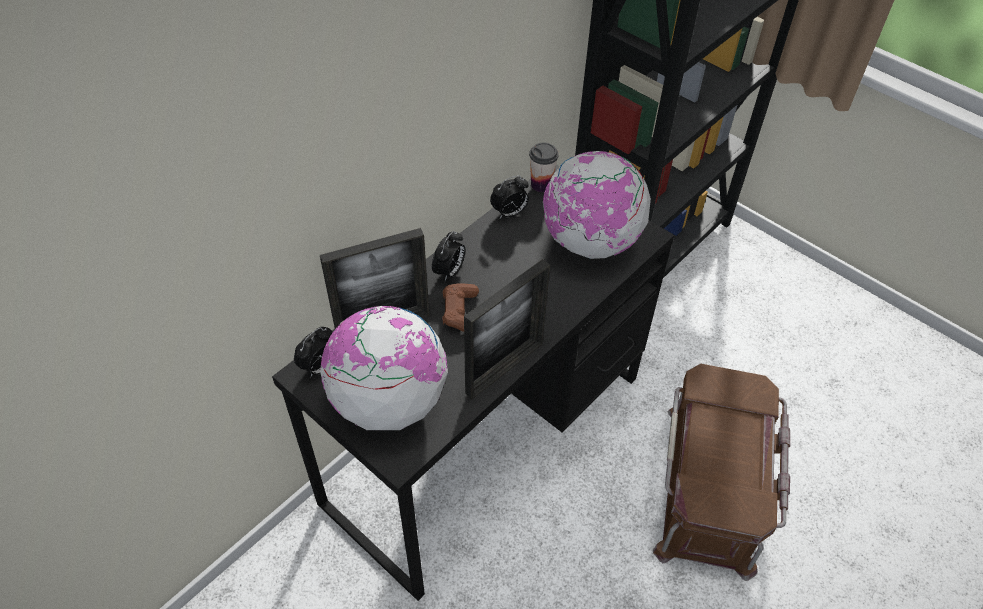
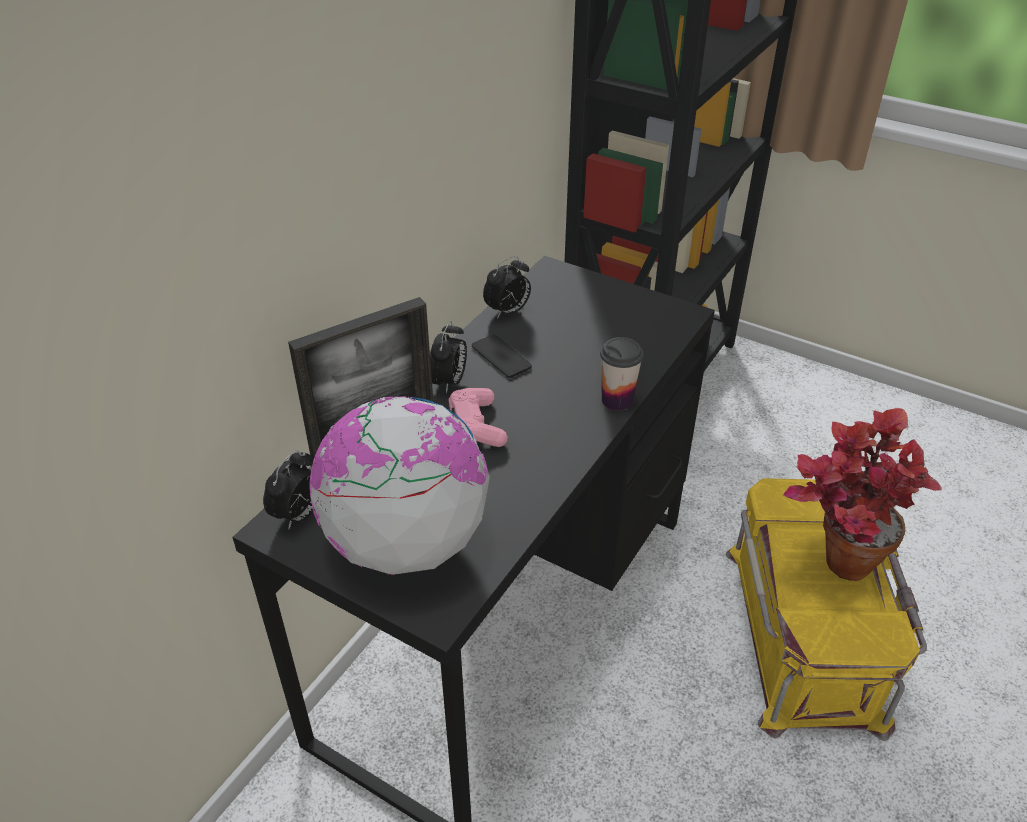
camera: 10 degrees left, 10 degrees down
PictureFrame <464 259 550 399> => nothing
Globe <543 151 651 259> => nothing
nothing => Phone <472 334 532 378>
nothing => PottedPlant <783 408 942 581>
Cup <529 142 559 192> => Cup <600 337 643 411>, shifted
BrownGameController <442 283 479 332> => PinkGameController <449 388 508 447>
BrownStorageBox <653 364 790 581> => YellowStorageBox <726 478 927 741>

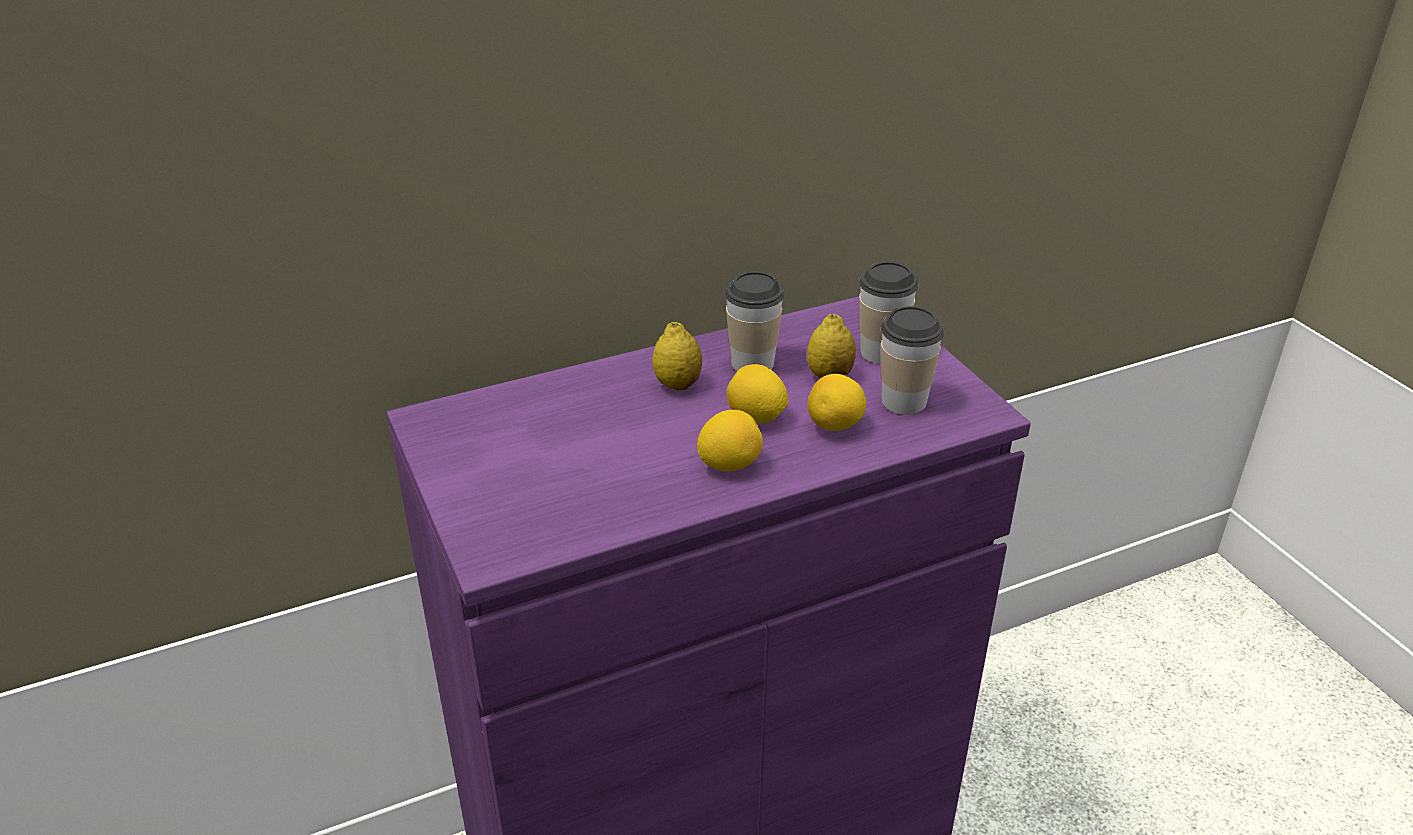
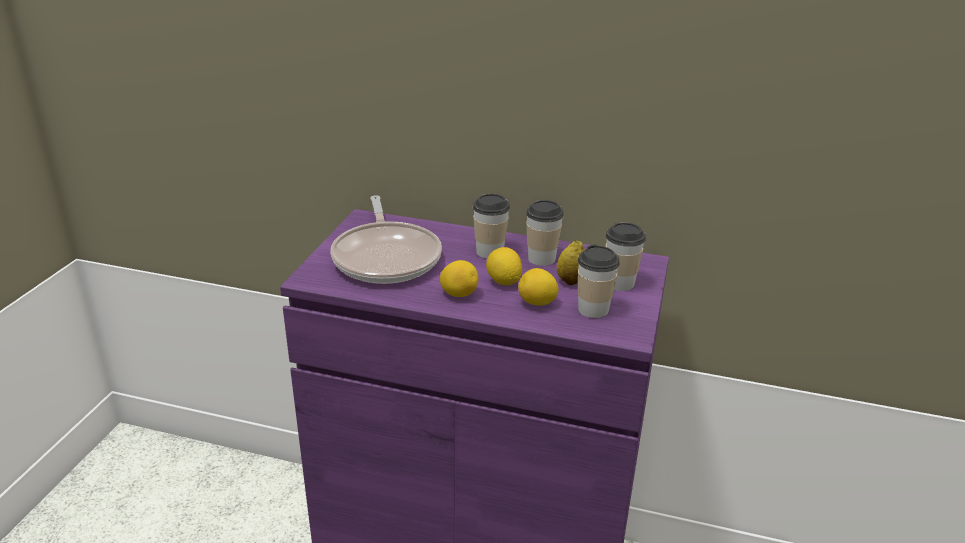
camera: 40 degrees right, 5 degrees down
nothing => FryingPan <330 195 442 284>
Lemon <652 322 702 390> => Cup <473 194 510 258>

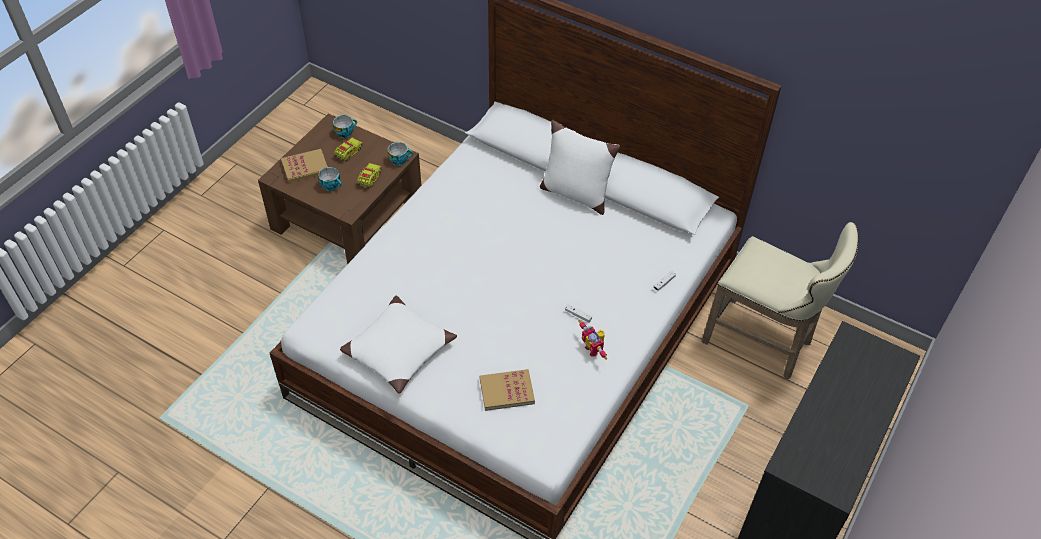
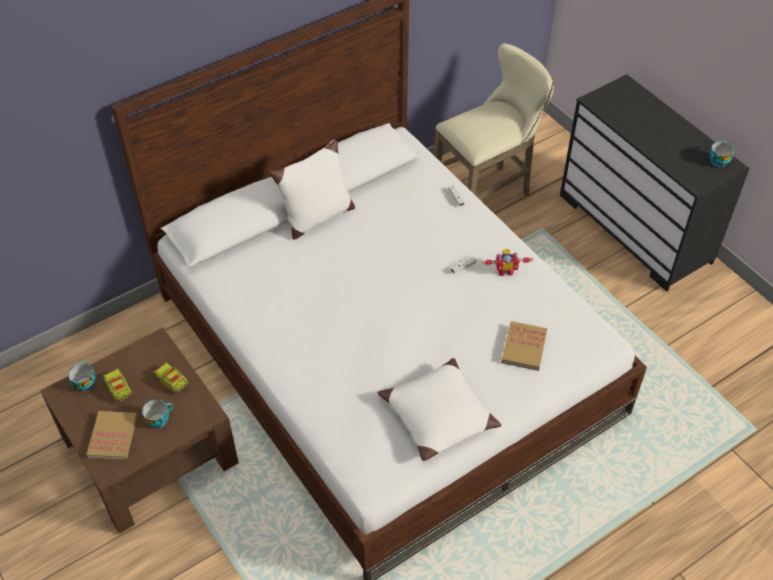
camera: 65 degrees left, 0 degrees up
Cup <388 142 413 166> => Cup <709 141 734 167>, shifted

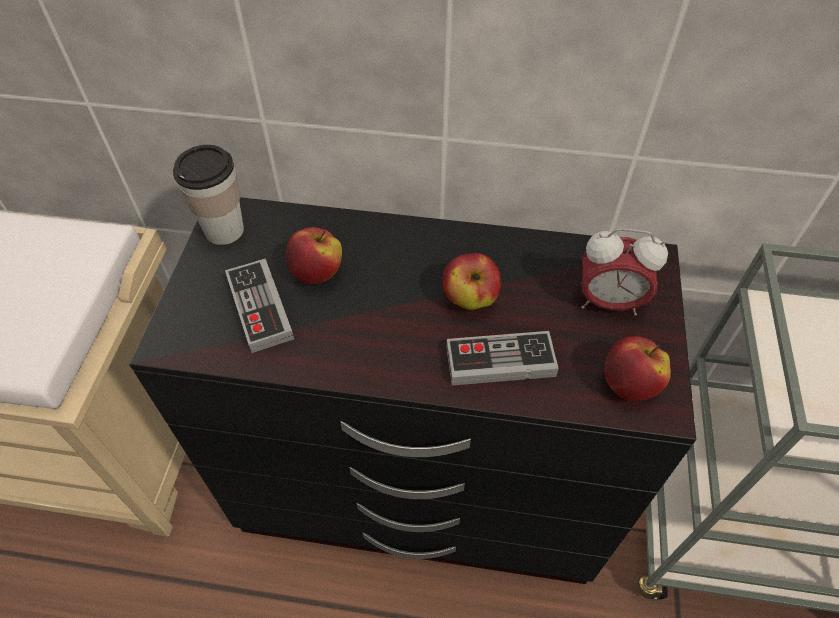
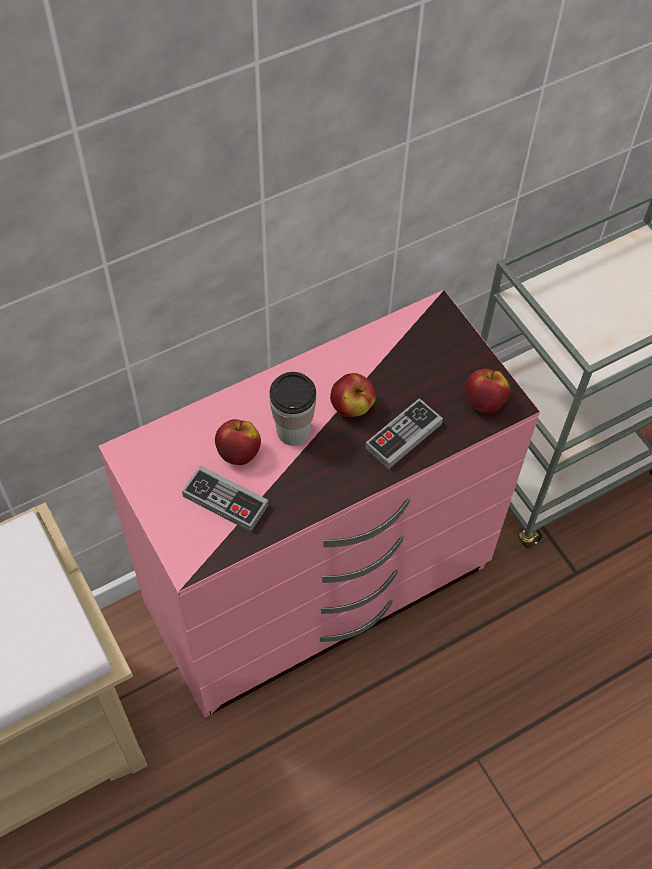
camera: 40 degrees left, 5 degrees up
AlarmClock <581 228 668 315> => nothing
Cup <173 145 244 245> => Cup <270 372 316 446>, shifted
BlackDresser <129 197 696 584> => PinkDresser <99 290 540 718>

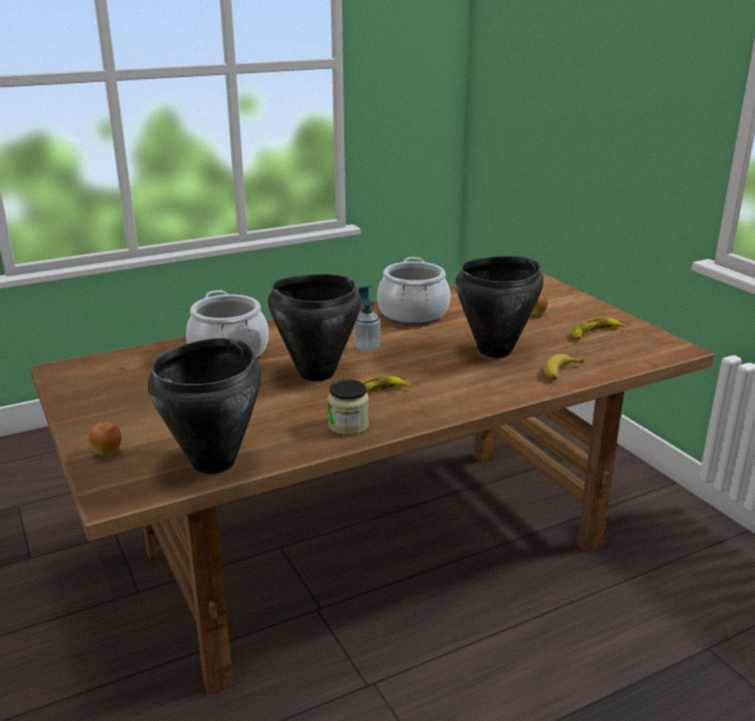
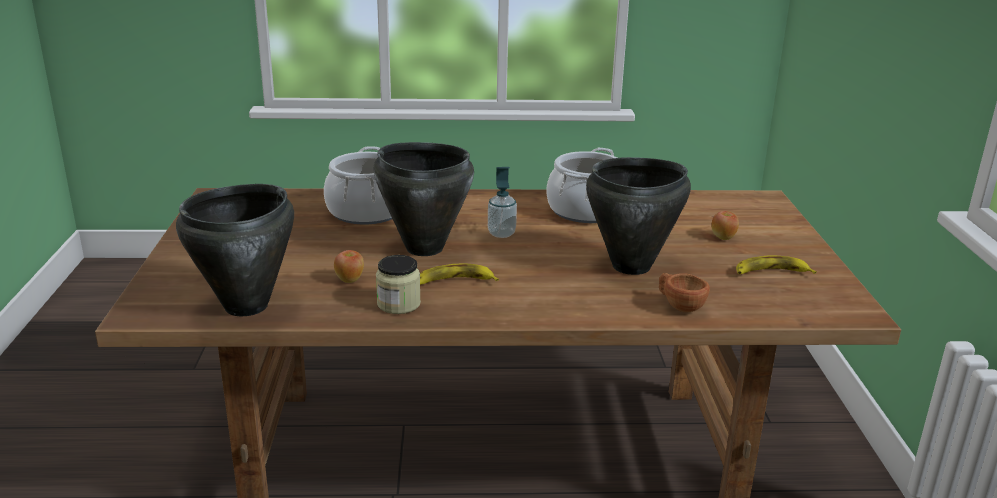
camera: 25 degrees right, 0 degrees up
Apple <89 422 121 456> => Apple <334 250 364 283>, shifted
Banana <544 354 584 380> => BrownCup <659 273 710 312>

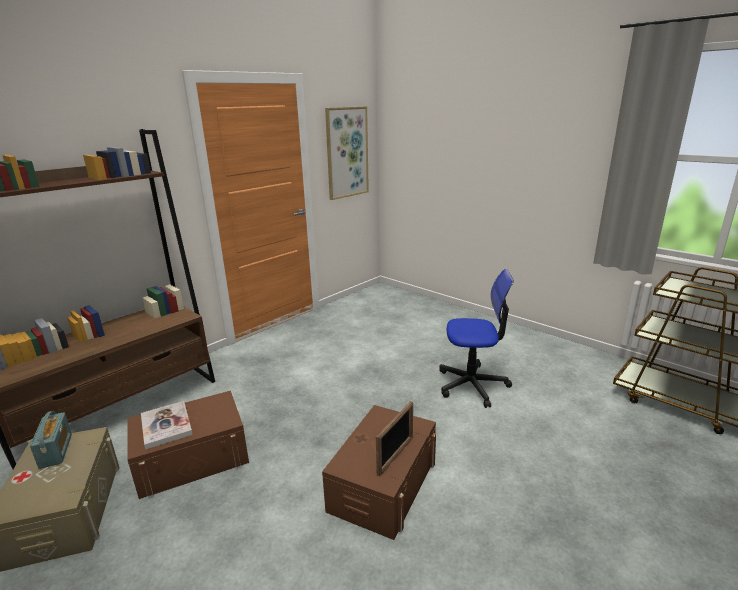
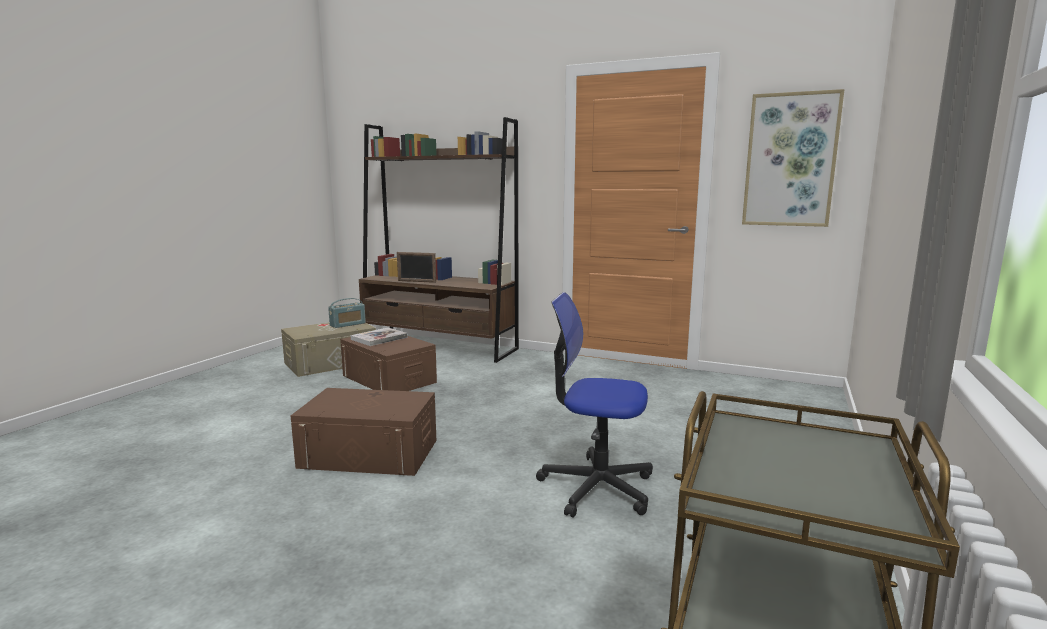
camera: 70 degrees right, 10 degrees down
PictureFrame <376 401 413 476> => PictureFrame <397 252 436 283>, shifted
OfficeChair <439 269 514 408> => OfficeChair <536 292 653 518>, 120 degrees clockwise

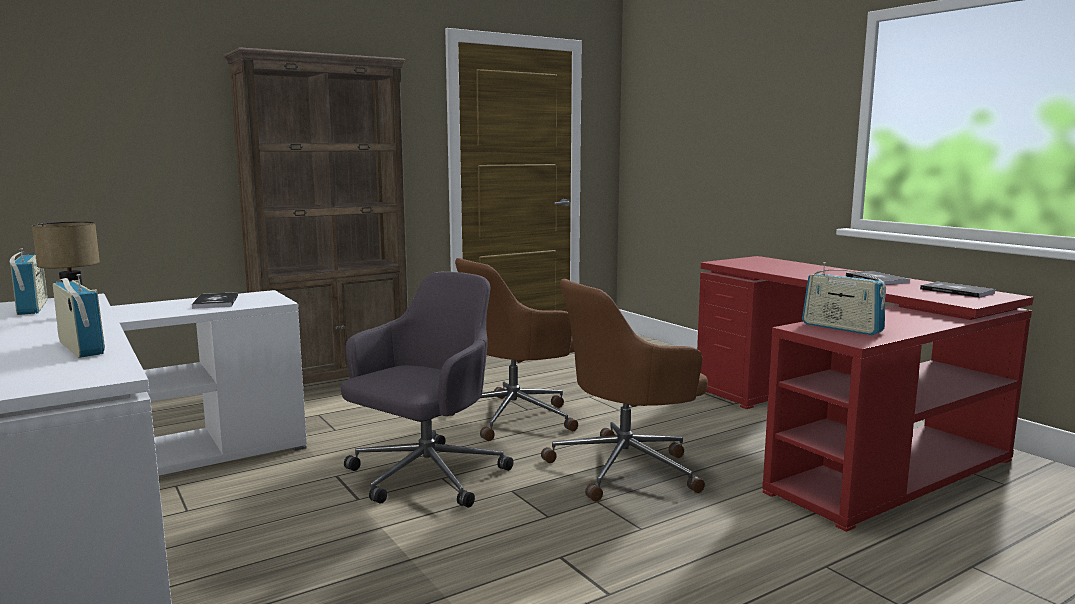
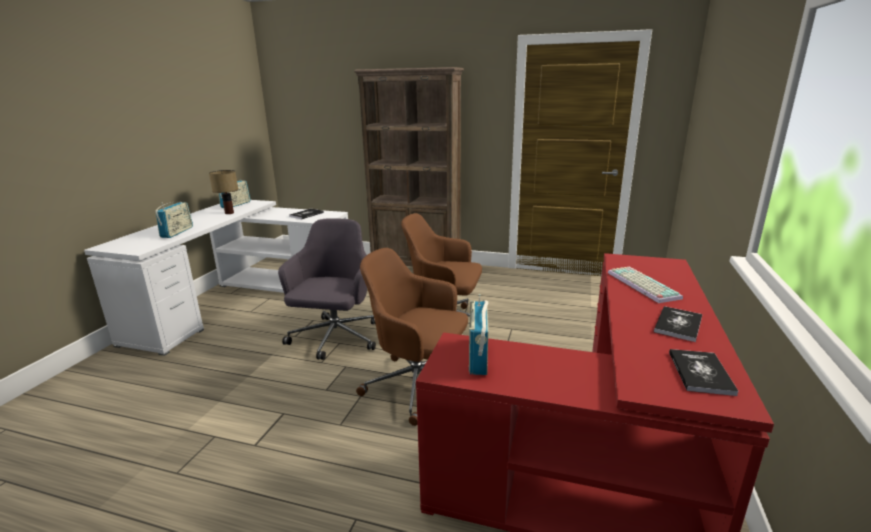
camera: 50 degrees right, 10 degrees up
nothing => Keyboard <608 266 683 303>
GreyOfficeChair <341 272 513 508> => GreyOfficeChair <278 218 376 360>, 75 degrees counterclockwise

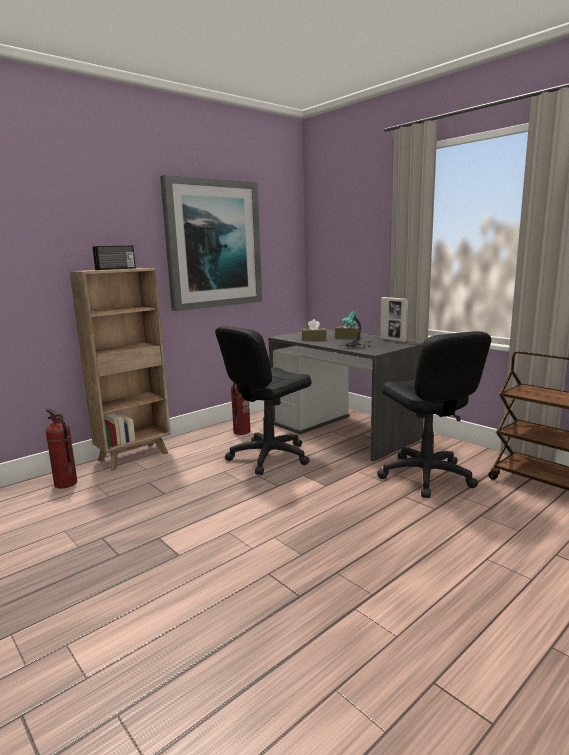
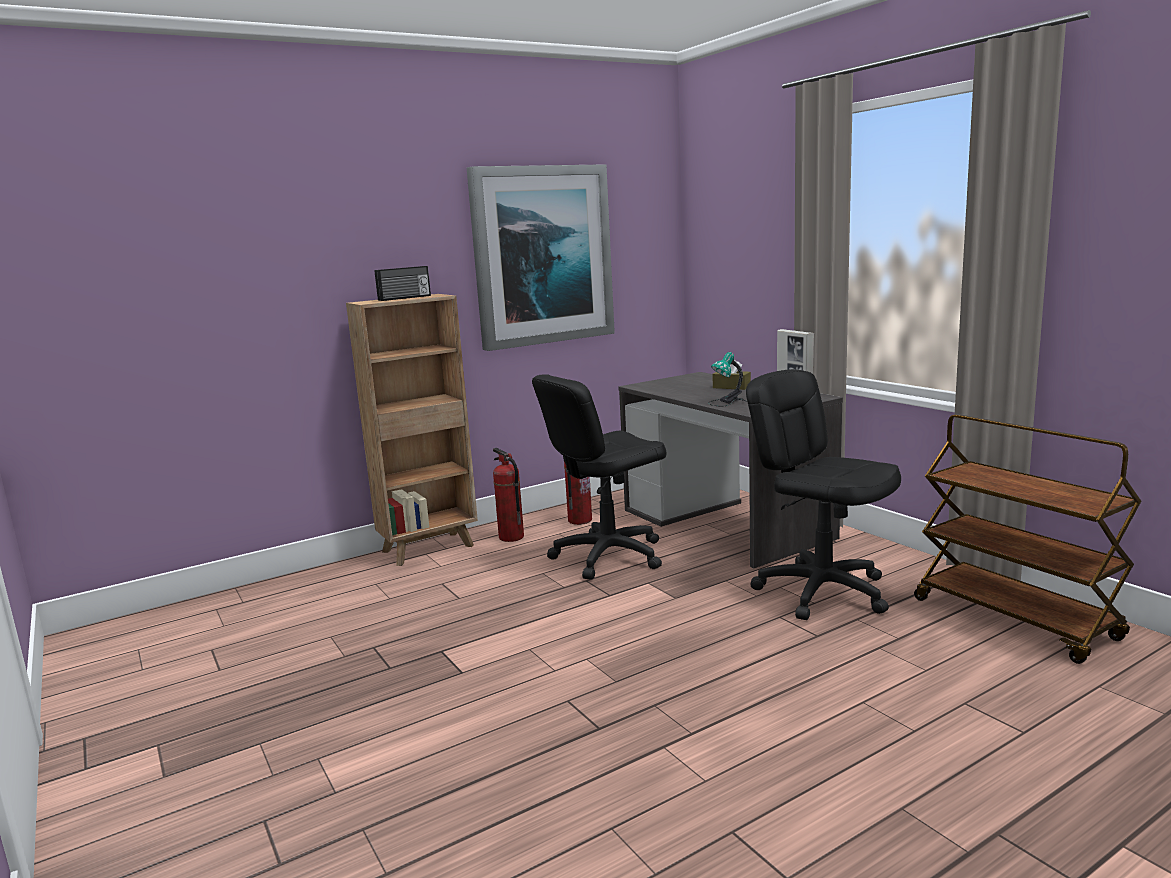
camera: 10 degrees right, 0 degrees up
BrownTissueBox <302 319 327 341> => nothing
FireExtinguisher <46 408 77 489> => FireExtinguisher <493 448 524 542>, shifted
BlackOfficeChair <377 331 491 498> => BlackOfficeChair <746 369 901 620>, 150 degrees clockwise

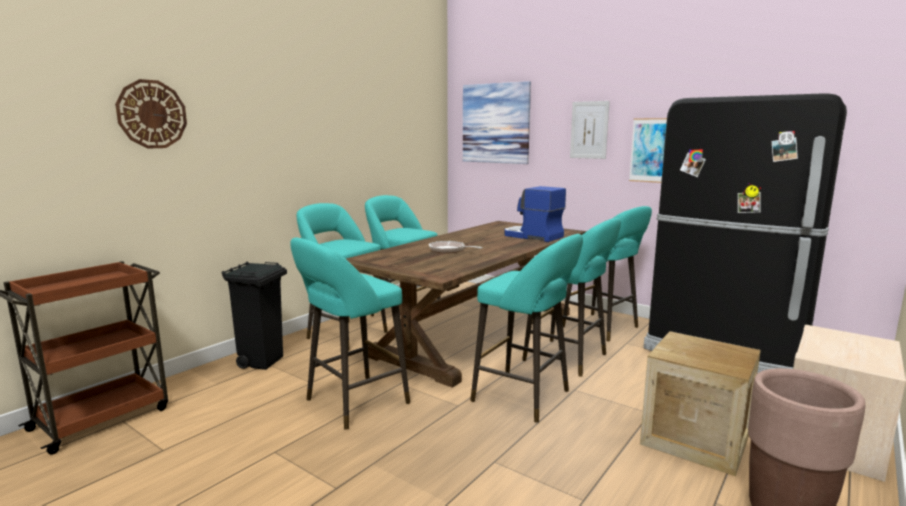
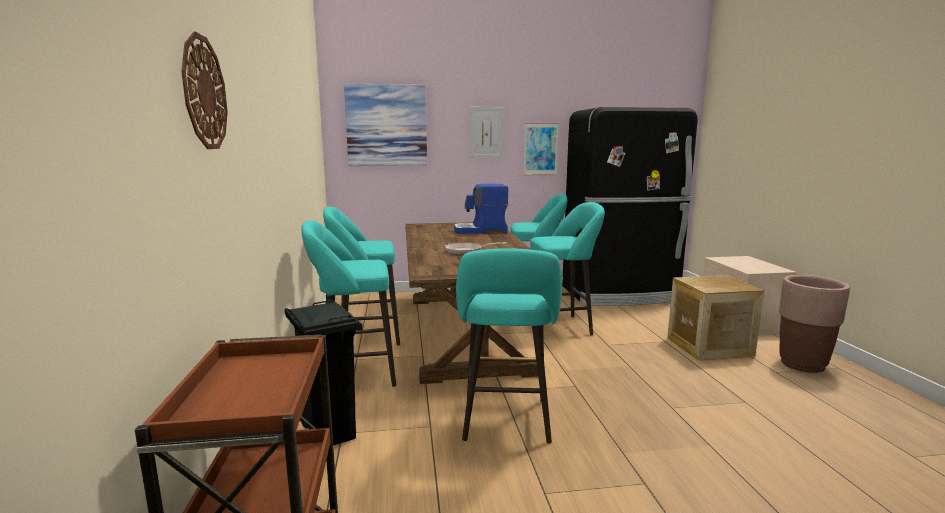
camera: 45 degrees left, 0 degrees up
TurquoiseStool <470 234 583 423> => nothing

